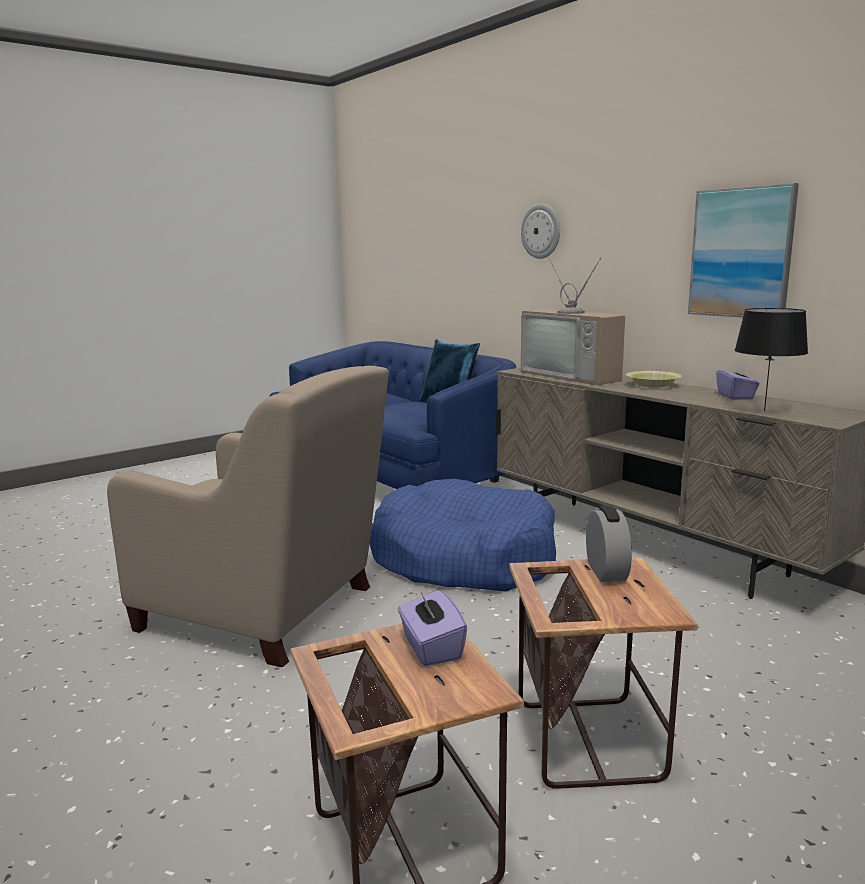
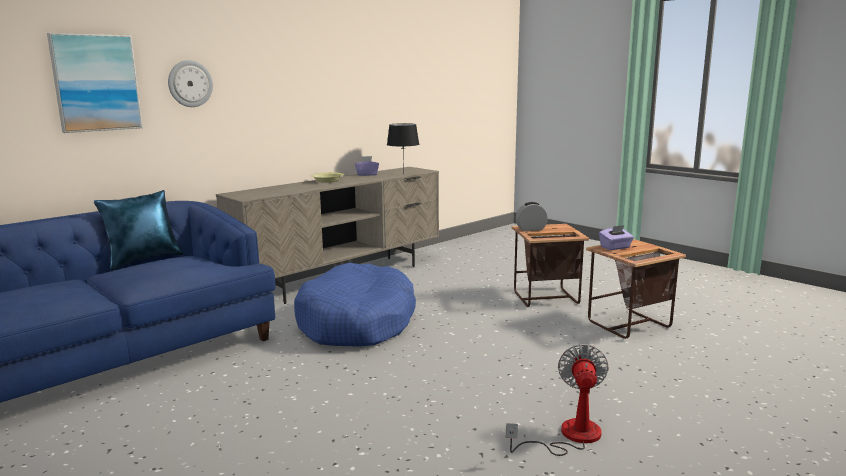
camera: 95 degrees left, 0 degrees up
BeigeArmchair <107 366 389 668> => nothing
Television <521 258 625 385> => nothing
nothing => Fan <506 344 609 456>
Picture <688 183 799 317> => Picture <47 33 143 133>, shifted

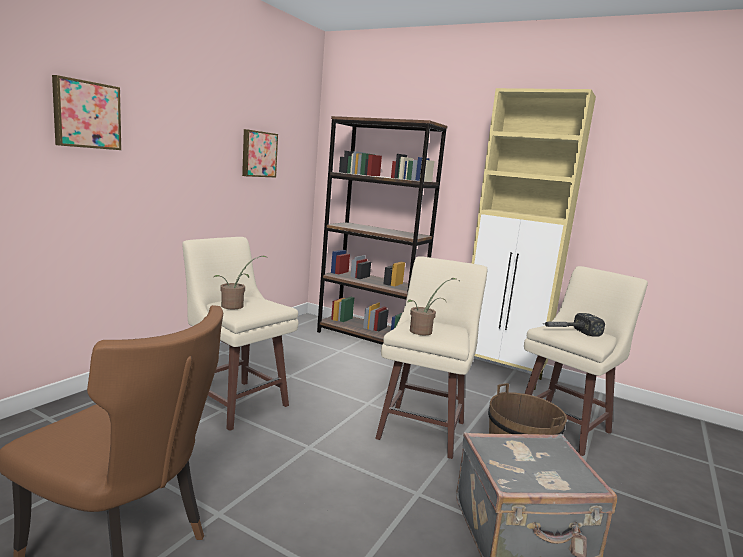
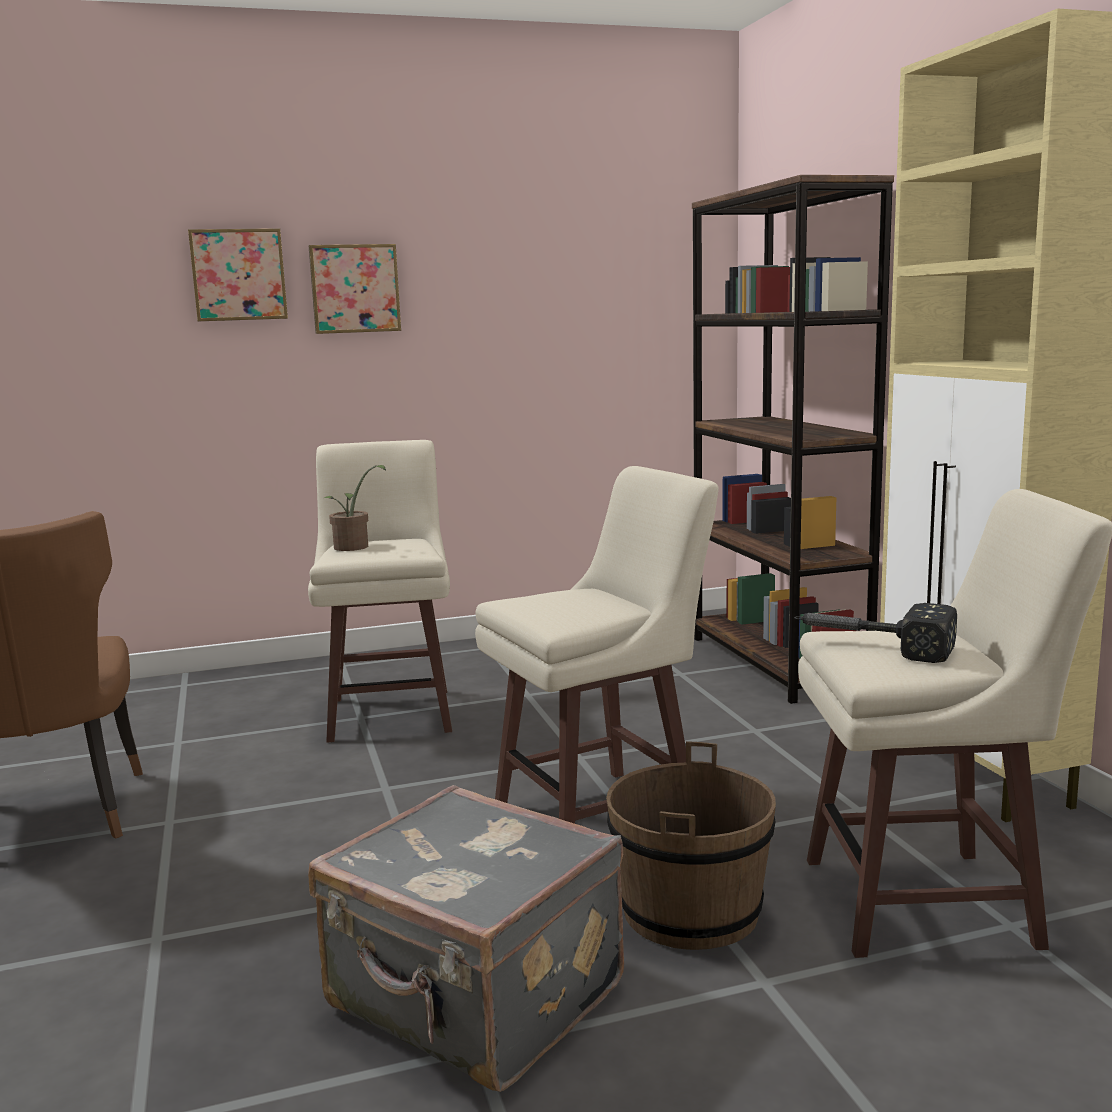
camera: 45 degrees right, 0 degrees up
PottedPlant <407 278 458 335> => nothing
Picture <242 129 278 178> => Picture <309 244 401 334>, shifted

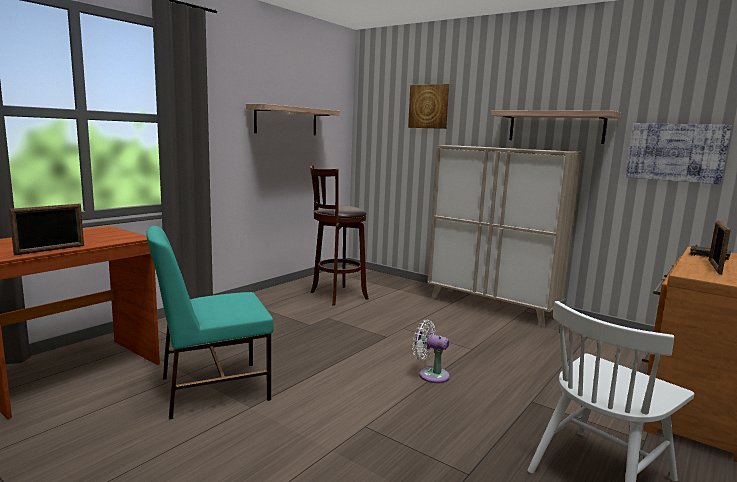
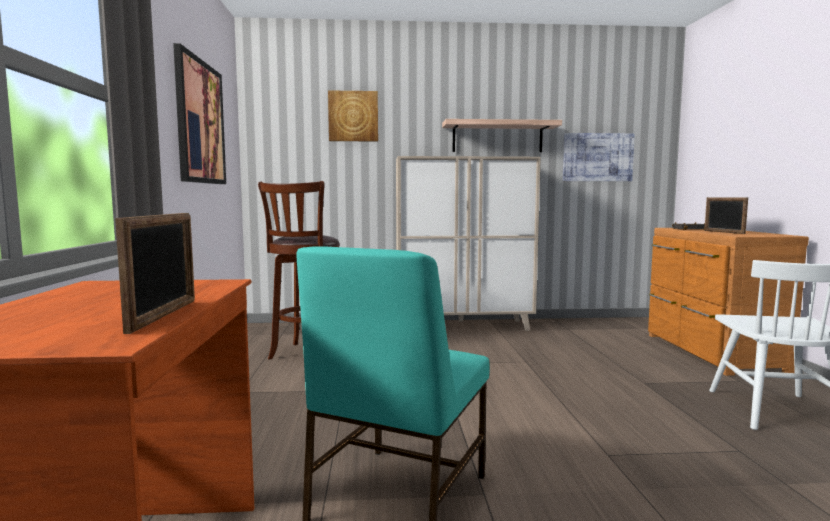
camera: 40 degrees left, 5 degrees down
WhiteFan <413 320 450 383> => nothing
Shelf <246 104 340 135> => Picture <173 43 226 184>

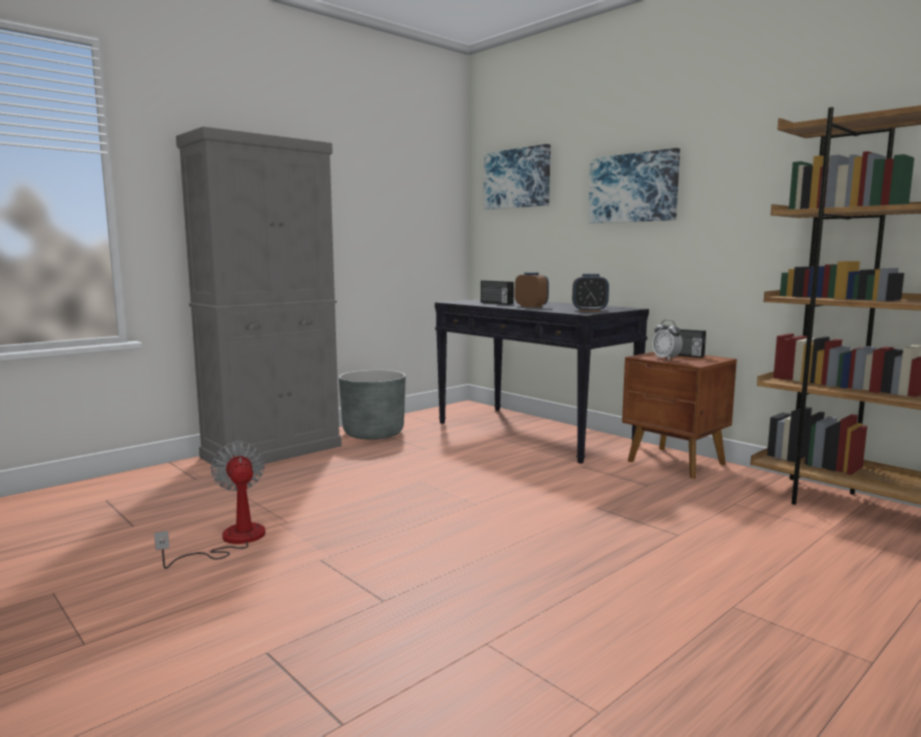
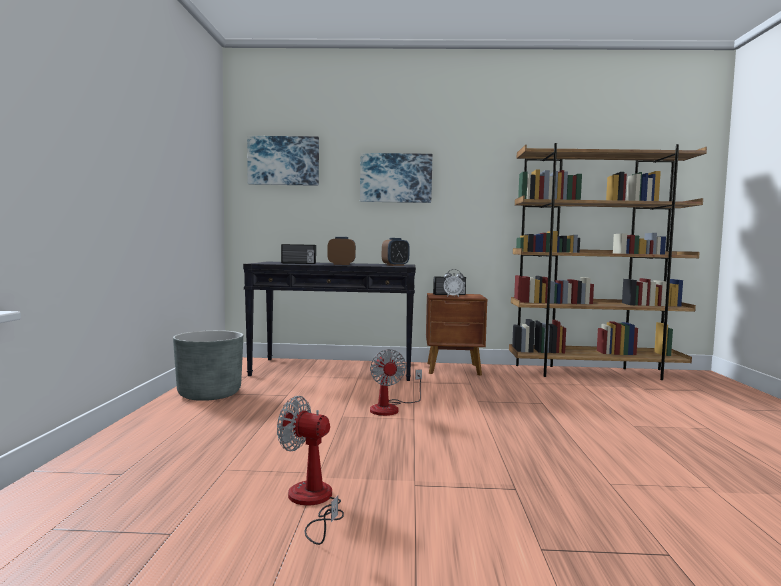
camera: 45 degrees left, 5 degrees down
GreyCabinet <176 126 342 467> => nothing
nothing => Fan <370 349 422 416>

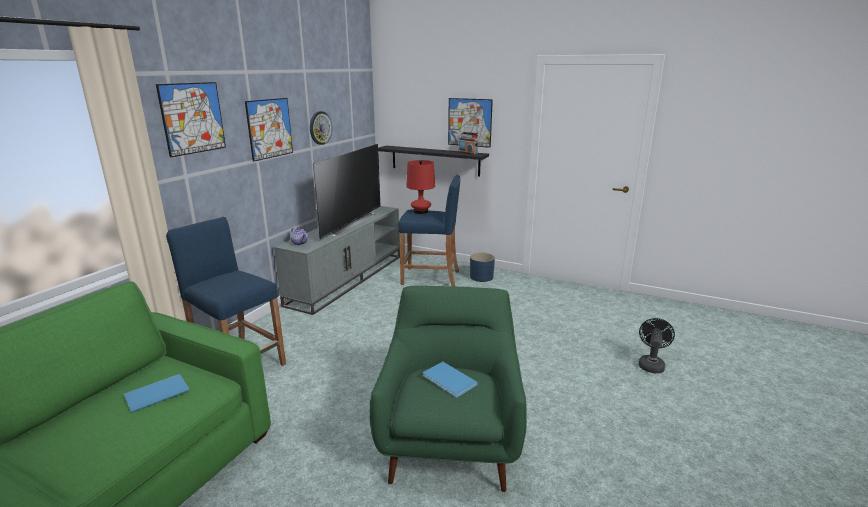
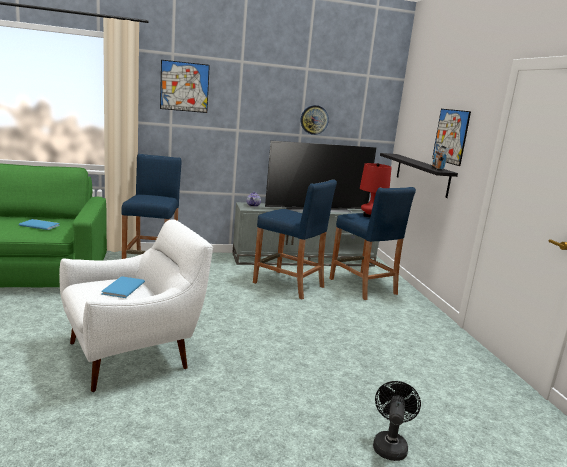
camera: 50 degrees right, 5 degrees down
Picture <245 98 293 162> => nothing
BluePlanter <470 253 495 282> => nothing
nothing => BlueStool <253 180 337 300>
GreenArmchair <370 286 527 492> => WhiteArmchair <59 219 213 392>
BlackFan <638 318 675 373> => BlackFan <373 381 421 461>, 60 degrees counterclockwise

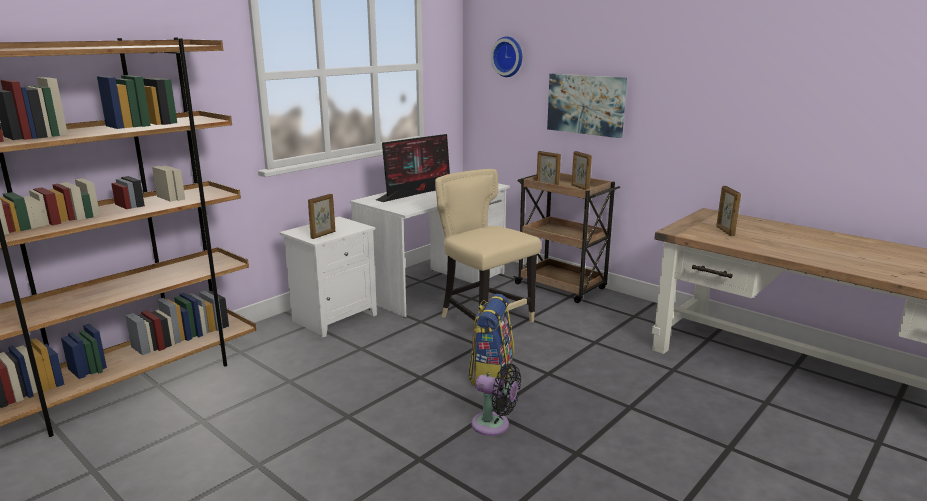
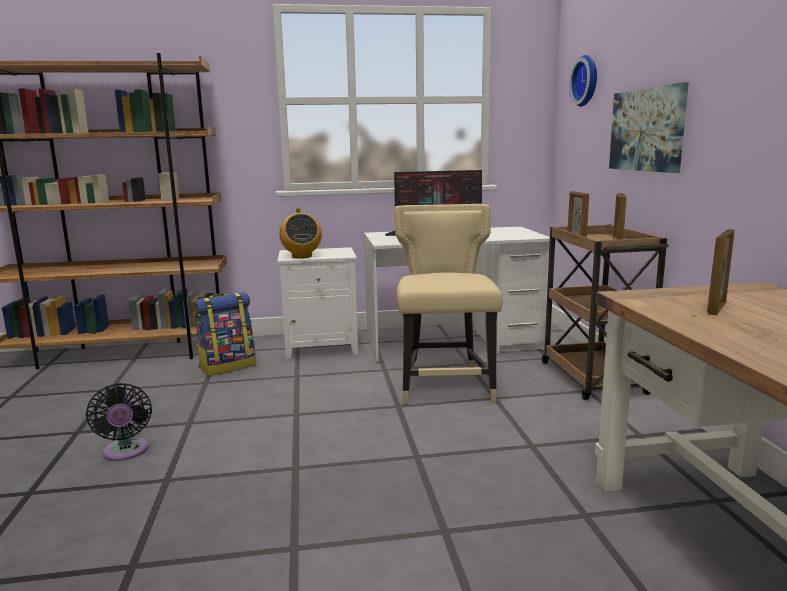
camera: 40 degrees right, 5 degrees down
Backpack <468 294 514 387> => Backpack <194 292 256 376>, shifted
BlackFan <472 364 521 436> => BlackFan <86 383 152 461>, shifted
PictureFrame <308 194 335 239> => Radio <279 208 322 258>

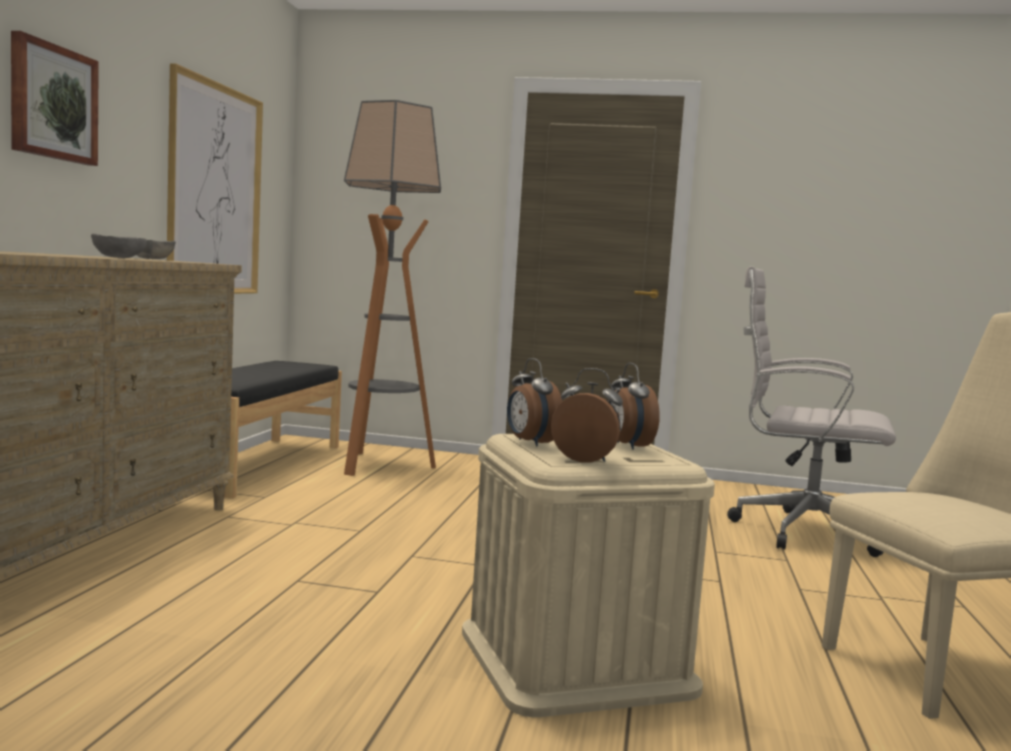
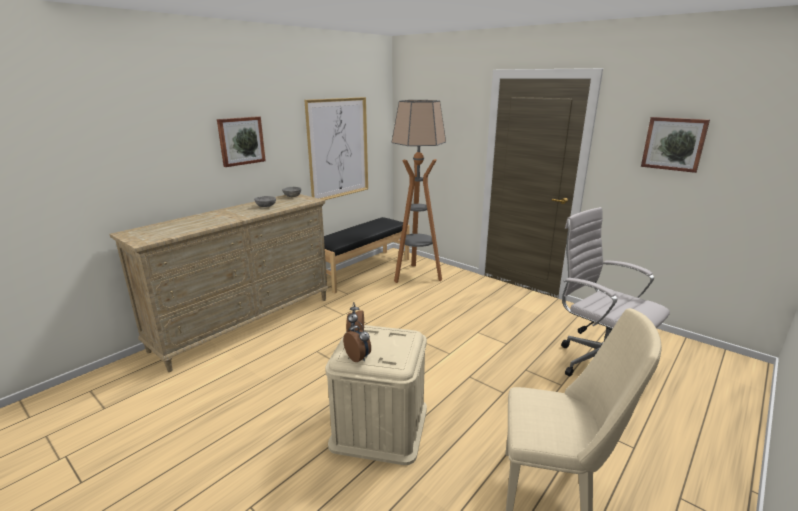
camera: 30 degrees right, 15 degrees up
AlarmClock <611 363 660 450> => nothing
nothing => Picture <641 117 710 173>

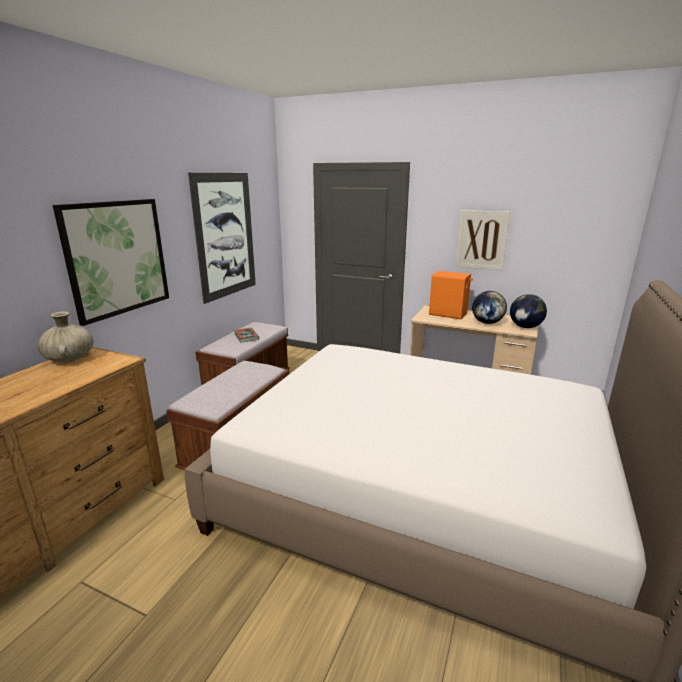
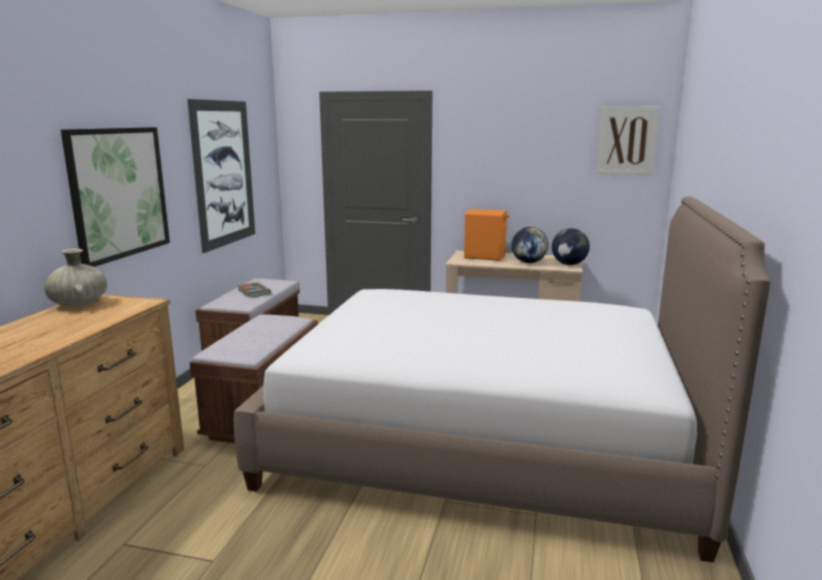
camera: 10 degrees left, 5 degrees down
Picture <455 210 510 270> => Picture <596 107 660 175>, shifted

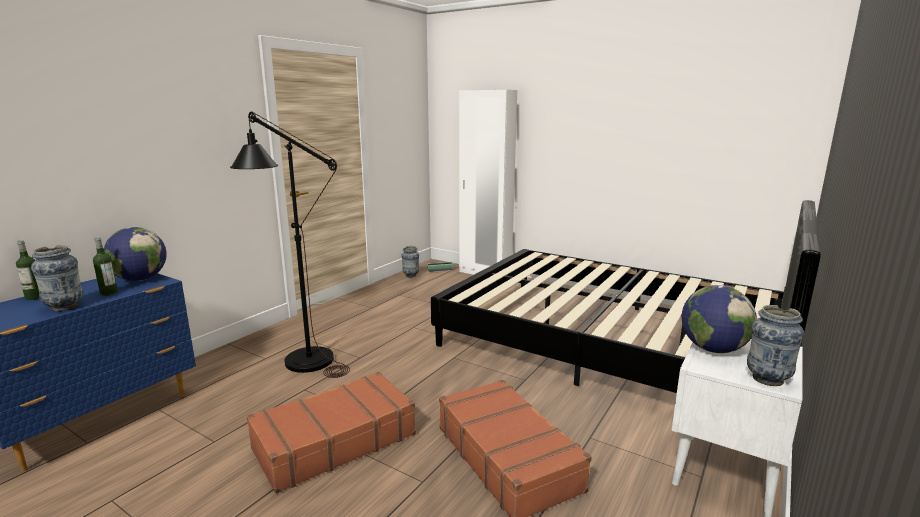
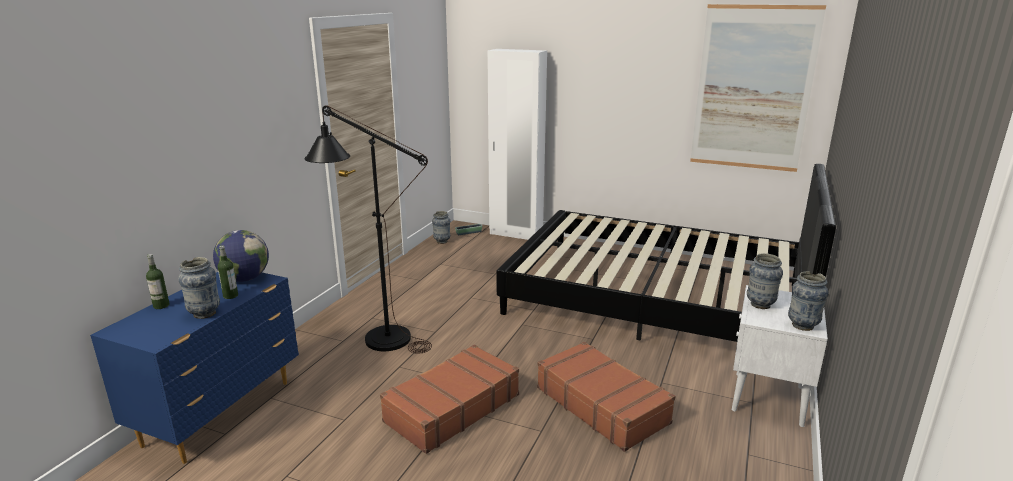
camera: 10 degrees left, 5 degrees up
nothing => Picture <690 4 826 172>
Globe <682 285 757 353> => Vase <747 253 783 309>

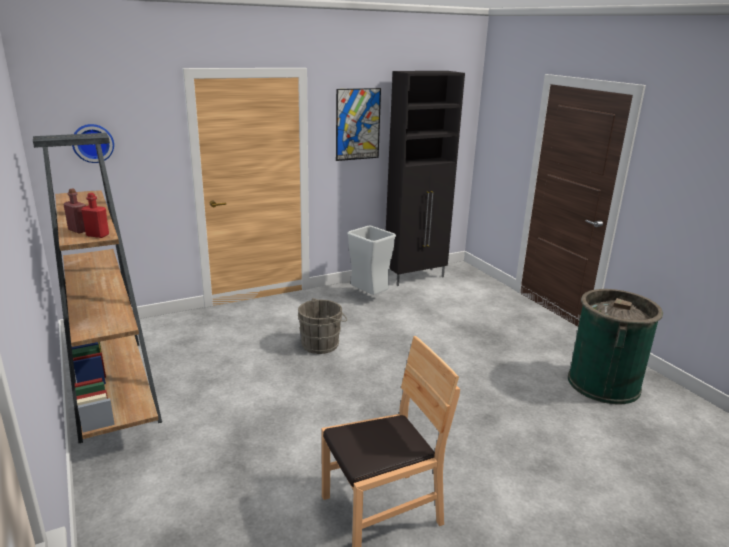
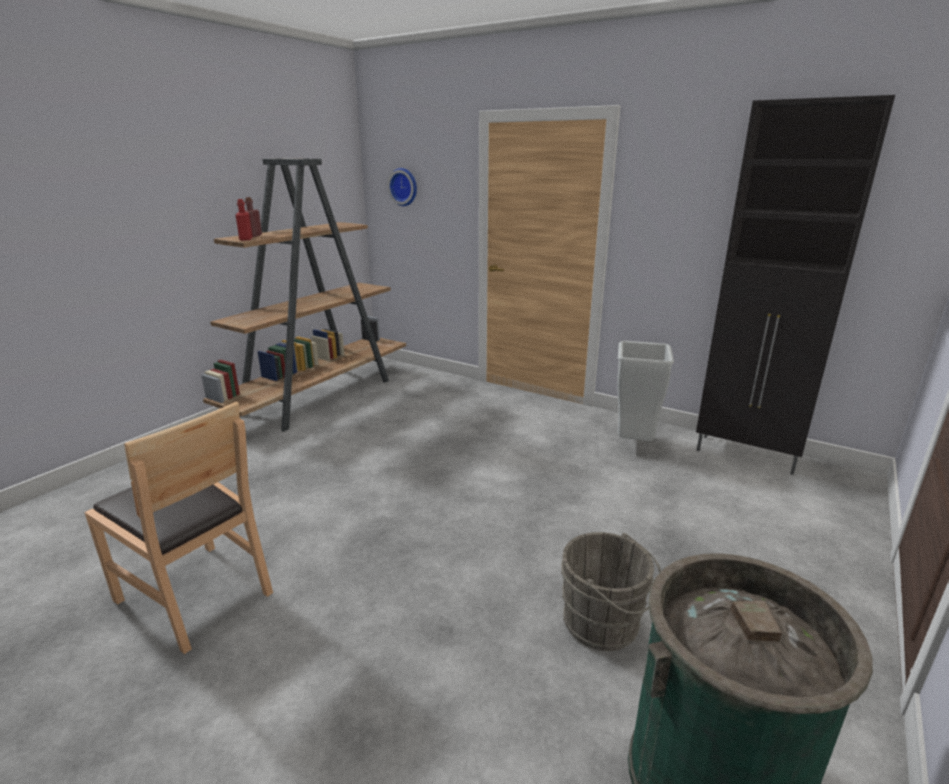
camera: 60 degrees right, 0 degrees up
Picture <336 88 381 161> => nothing
GreyBucket <298 298 347 354> => GreyBucket <561 532 661 651>, shifted

